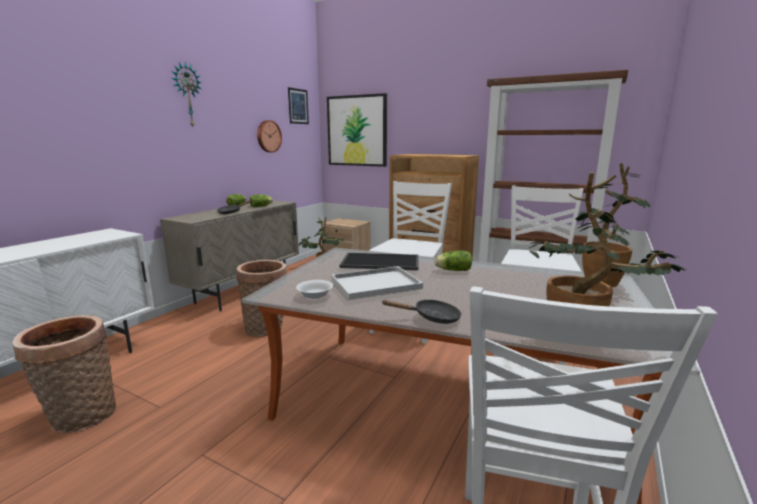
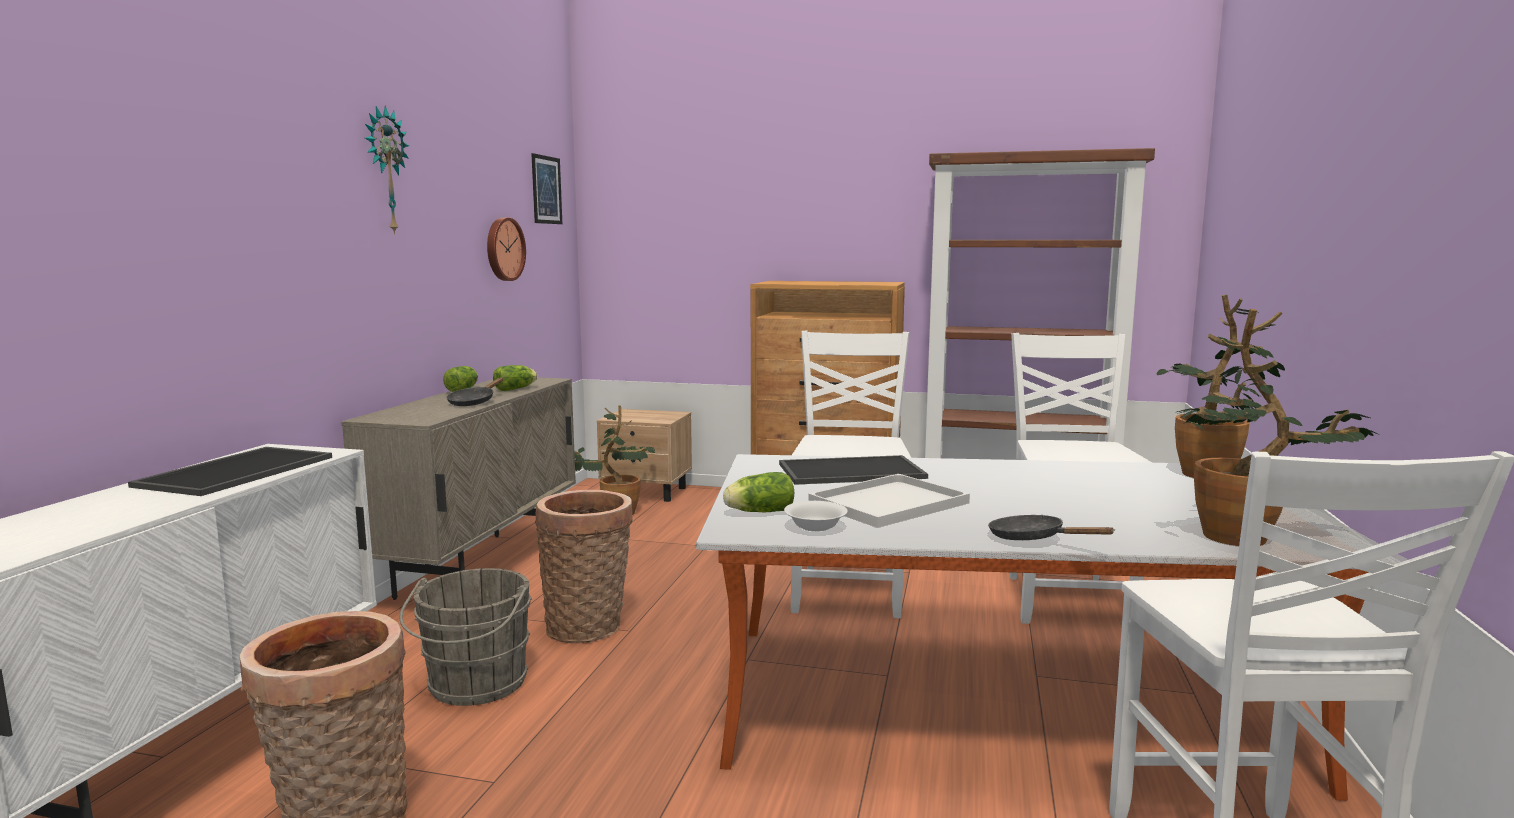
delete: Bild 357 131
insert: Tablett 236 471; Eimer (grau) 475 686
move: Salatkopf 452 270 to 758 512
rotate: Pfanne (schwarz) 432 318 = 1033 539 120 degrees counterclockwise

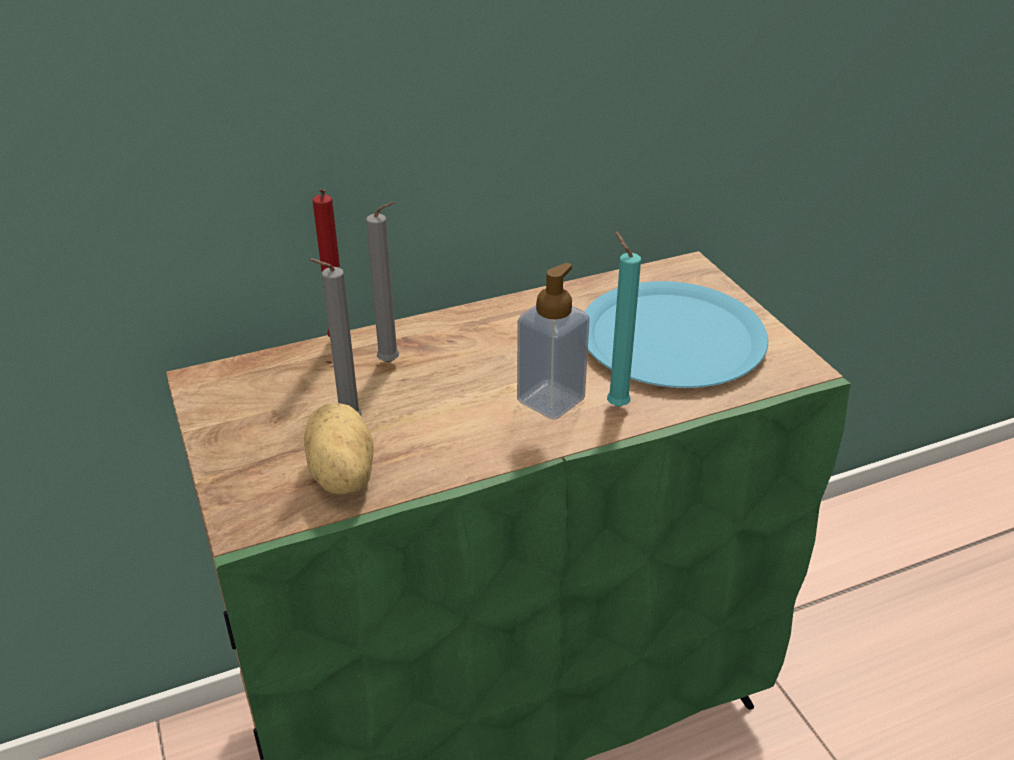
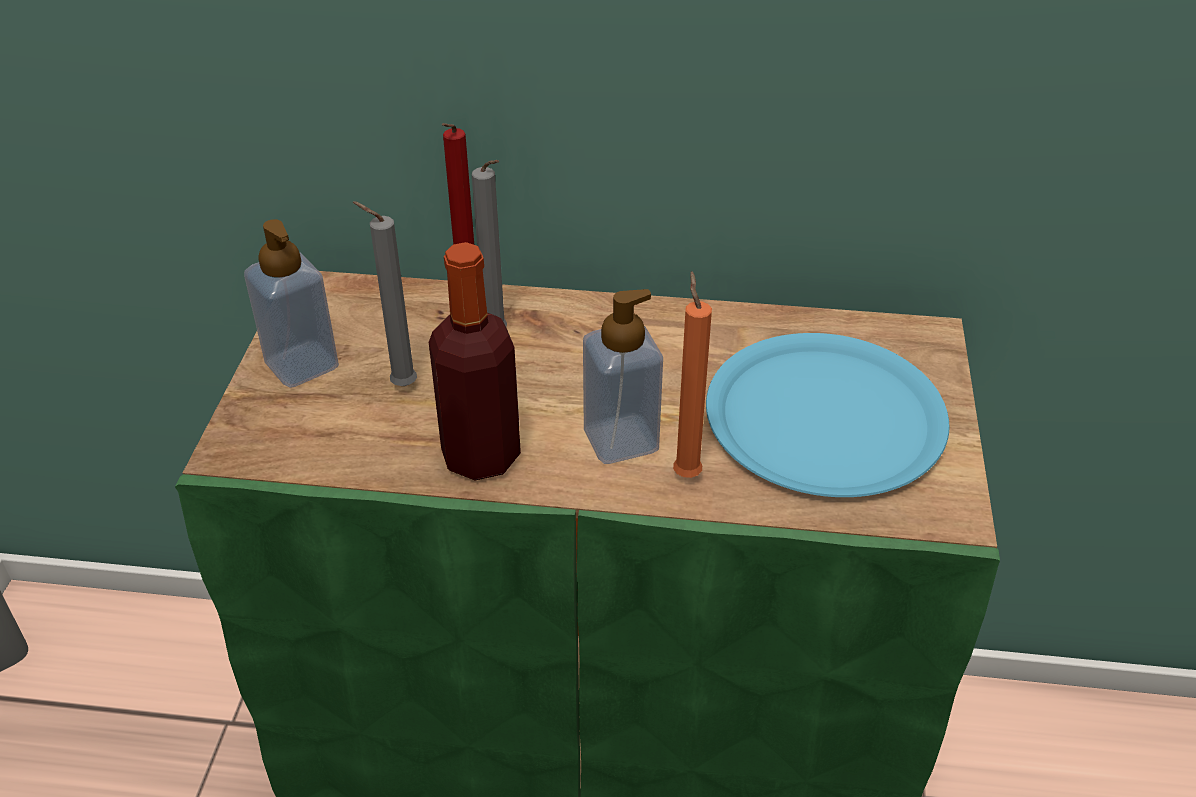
delete: Kartoffel 339 476
insert: Seifenspender 302 365; Flasche 481 456
recolor: Kerze (türkis) 615 404 to Kerze (orange) 686 472

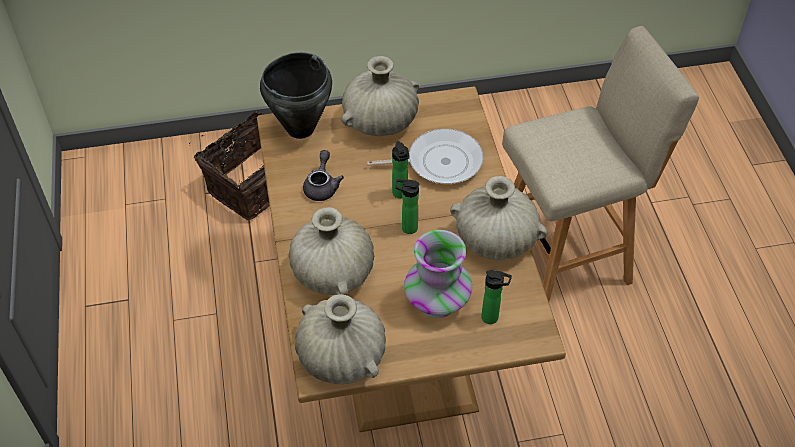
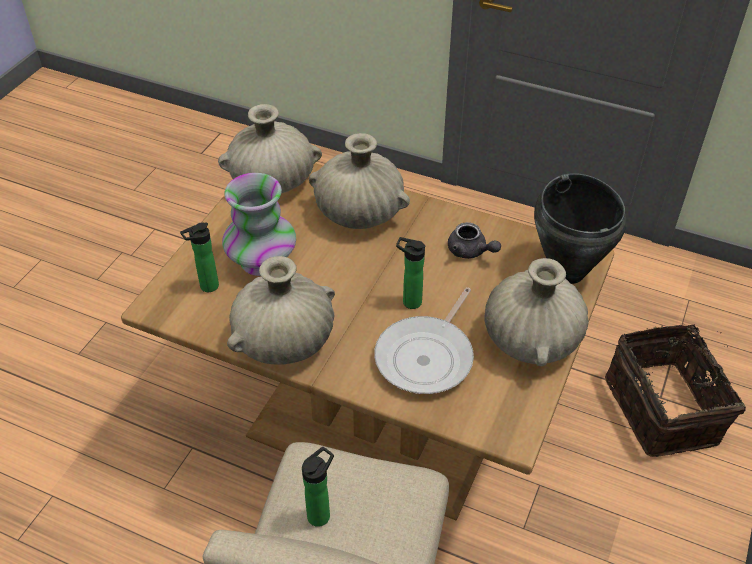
move: Flasche 407 227 to 321 514

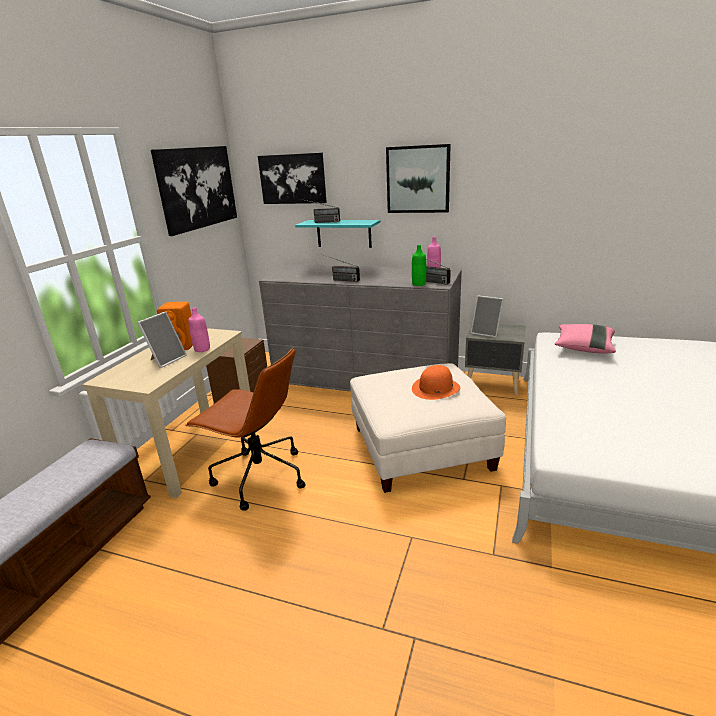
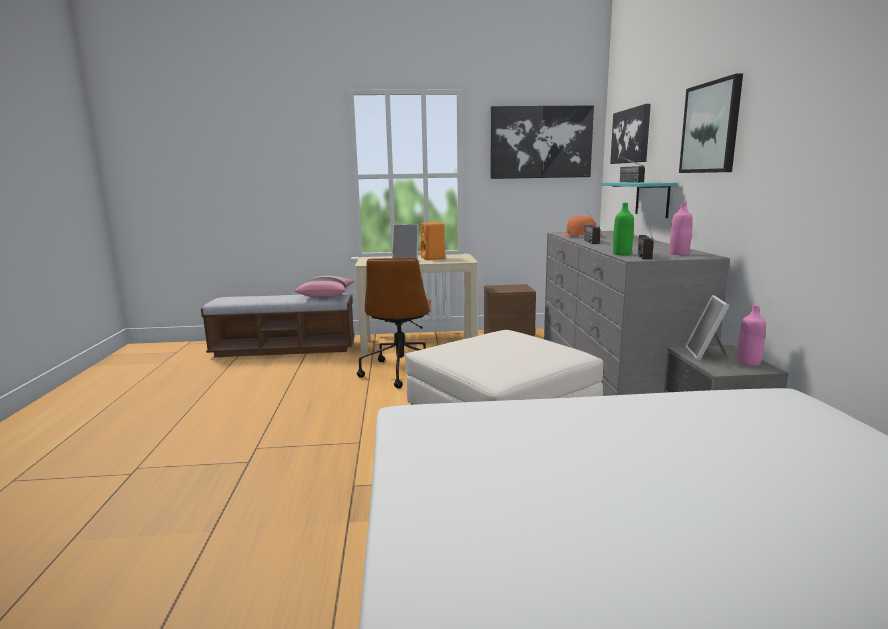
move: Flasche (rosa) 202 349 to 748 363; Hut (orange) 435 388 to 580 235; Kissen (rosa) 583 348 to 326 296

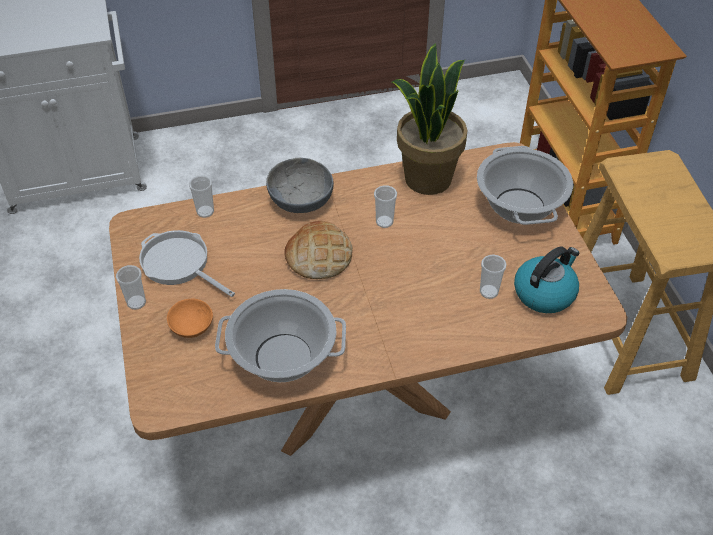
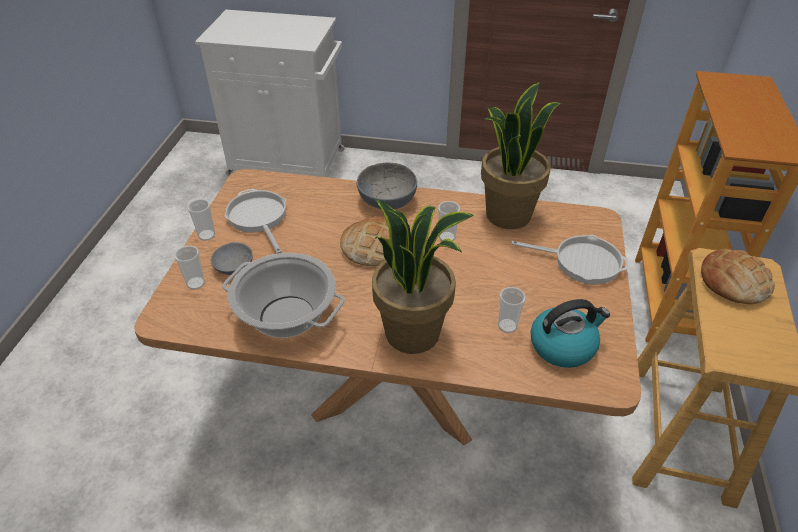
insert: Topfpflanze 413 332; Brot 734 282
move: Tasse 205 212 to 195 283
replace: Kochtopf 519 206 to Pfanne 582 262
recolor: Schüssel (orange) 190 325 to Schüssel (grau) 232 265

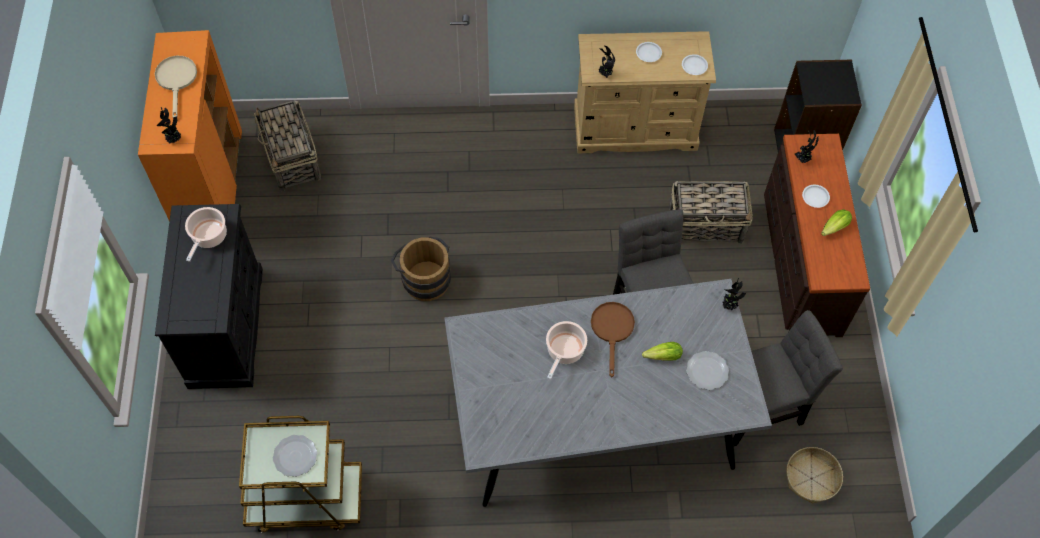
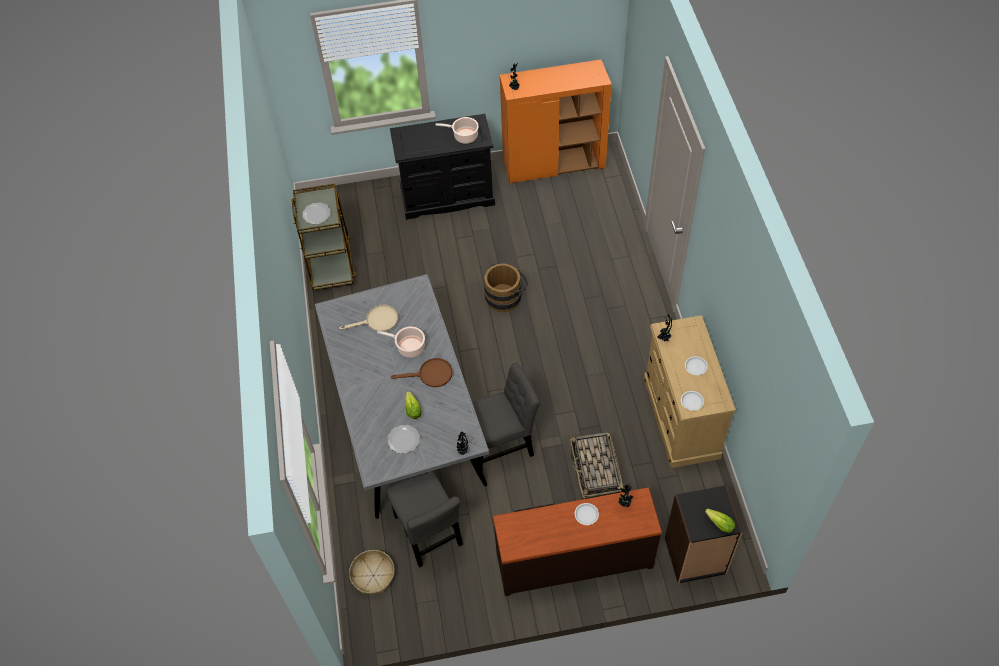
delete: Korb 292 159
move: Pfanne (beige) 177 80 to 377 321; Salatkopf 833 228 to 718 523

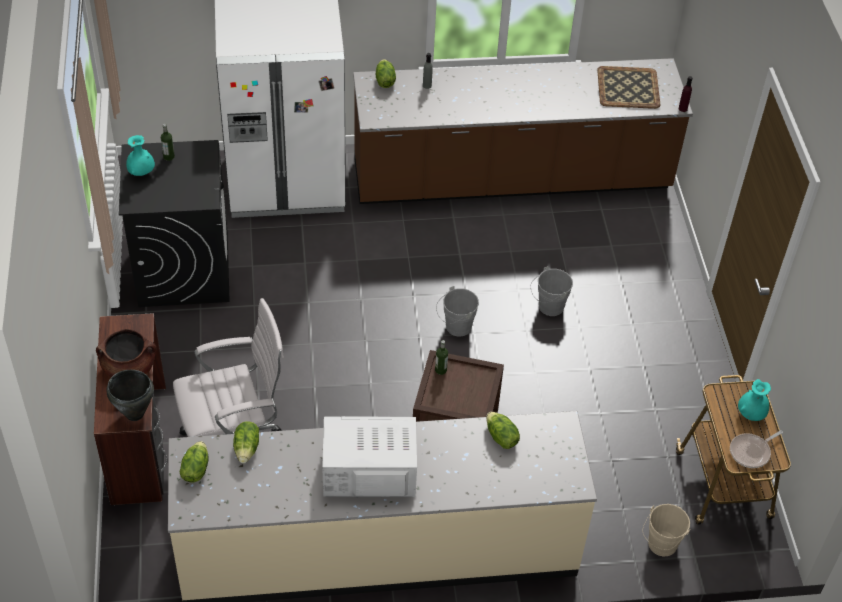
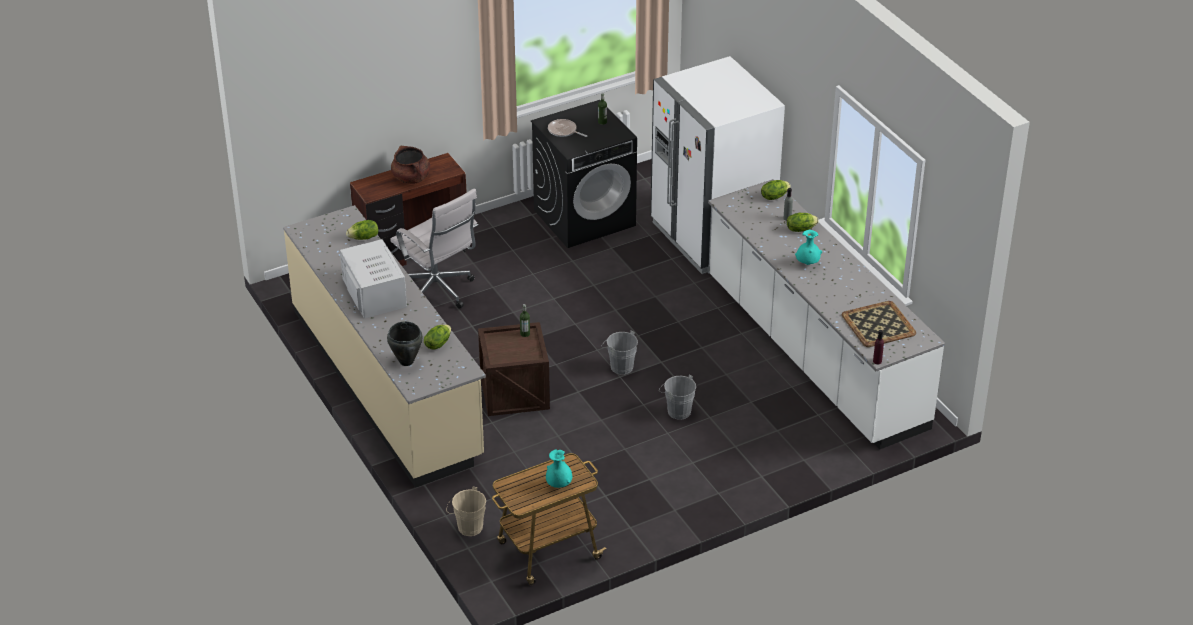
move: Kochtopf (schwarz) 135 414 to 406 361; Vase (türkis) 141 173 to 807 263; Salatkopf 195 469 to 800 229; Pfanne 751 452 to 563 131
recolor: Küchenzeile (braun) 511 179 to Küchenzeile (weiß) 814 353

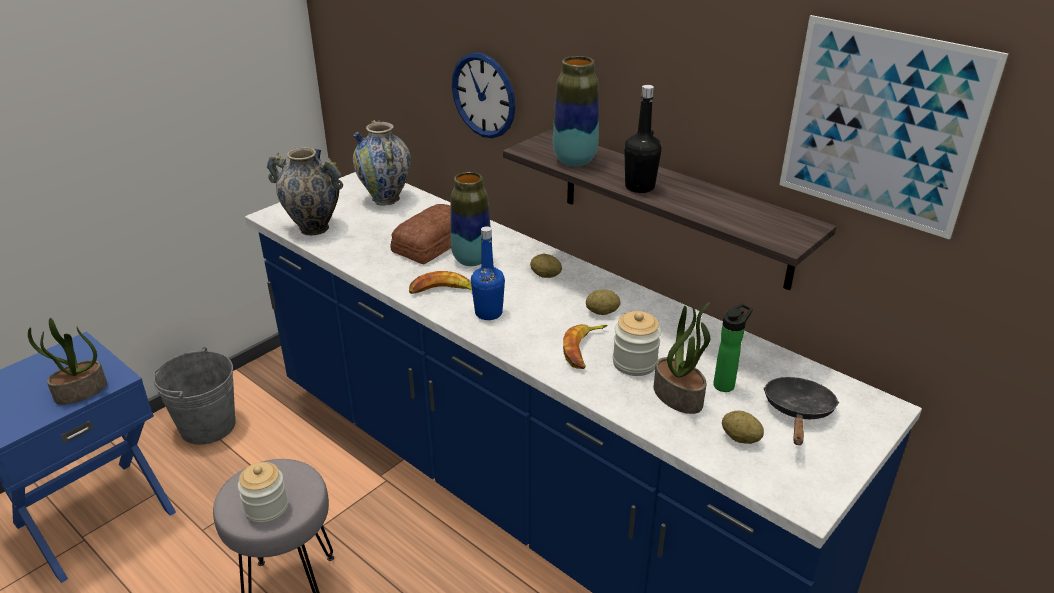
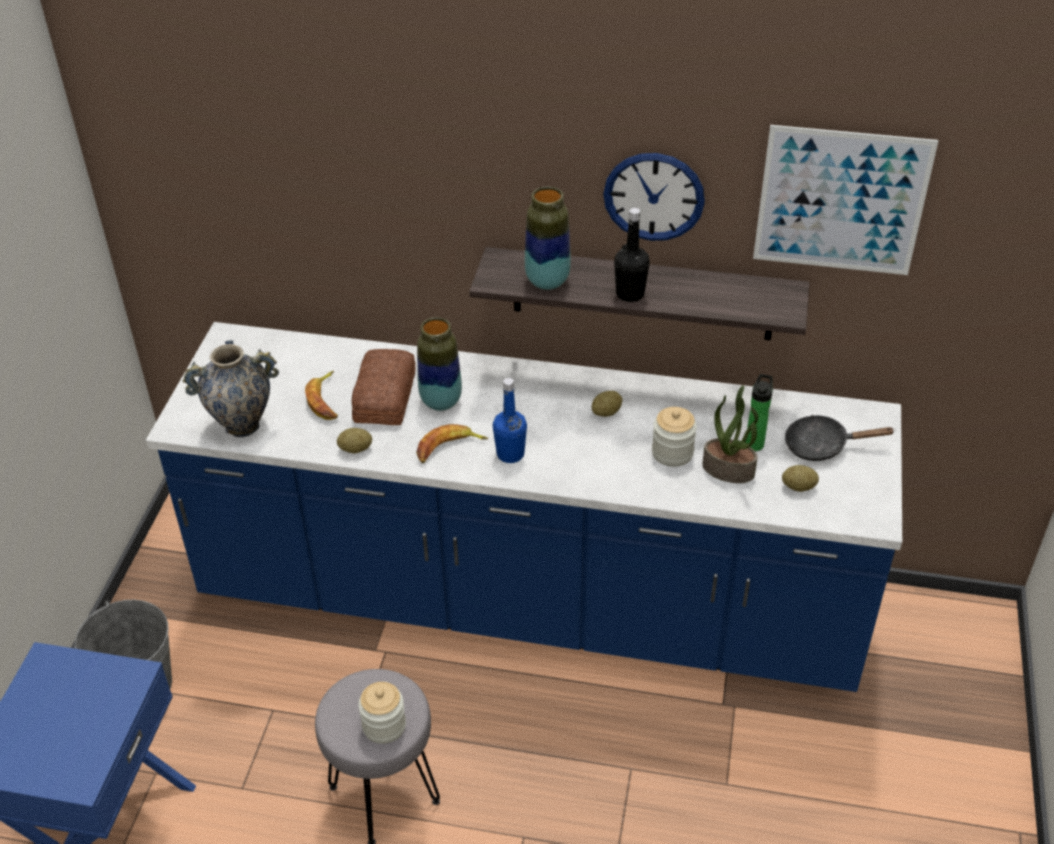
delete: Topfpflanze 80 392; Vase 386 199
move: Wanduhr 483 95 to 654 196; Kartoffel 545 276 to 355 449; Banane 584 349 to 325 400
rotate: Pfanne (schwarz) 798 412 = 822 445 75 degrees counterclockwise

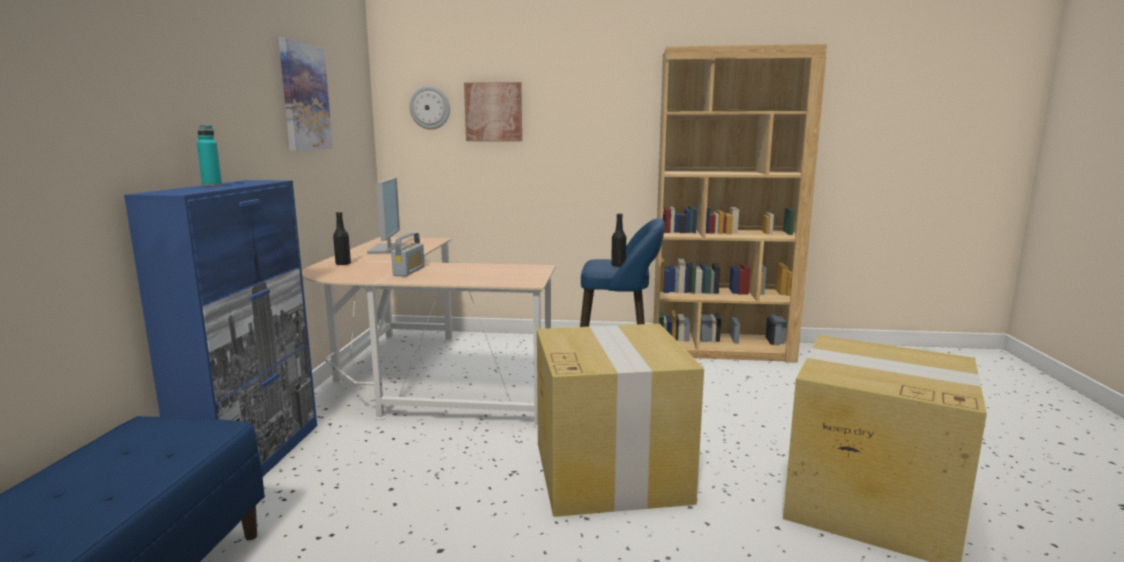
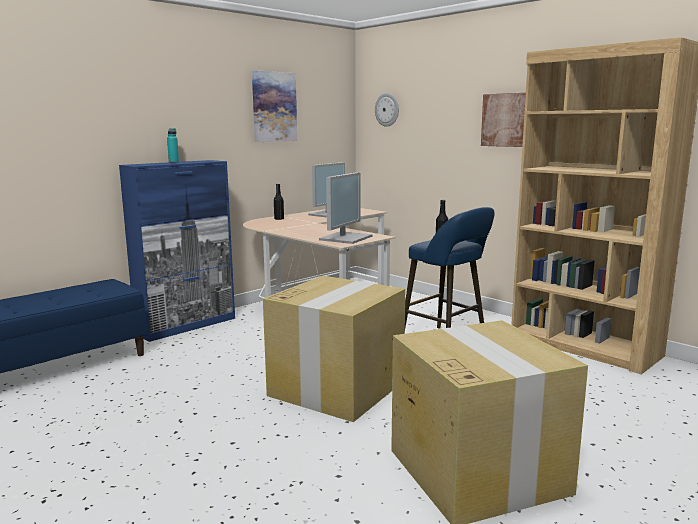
delete: Radio 409 271
insert: Monitor 345 238
move: Bild 493 112 to 506 120

